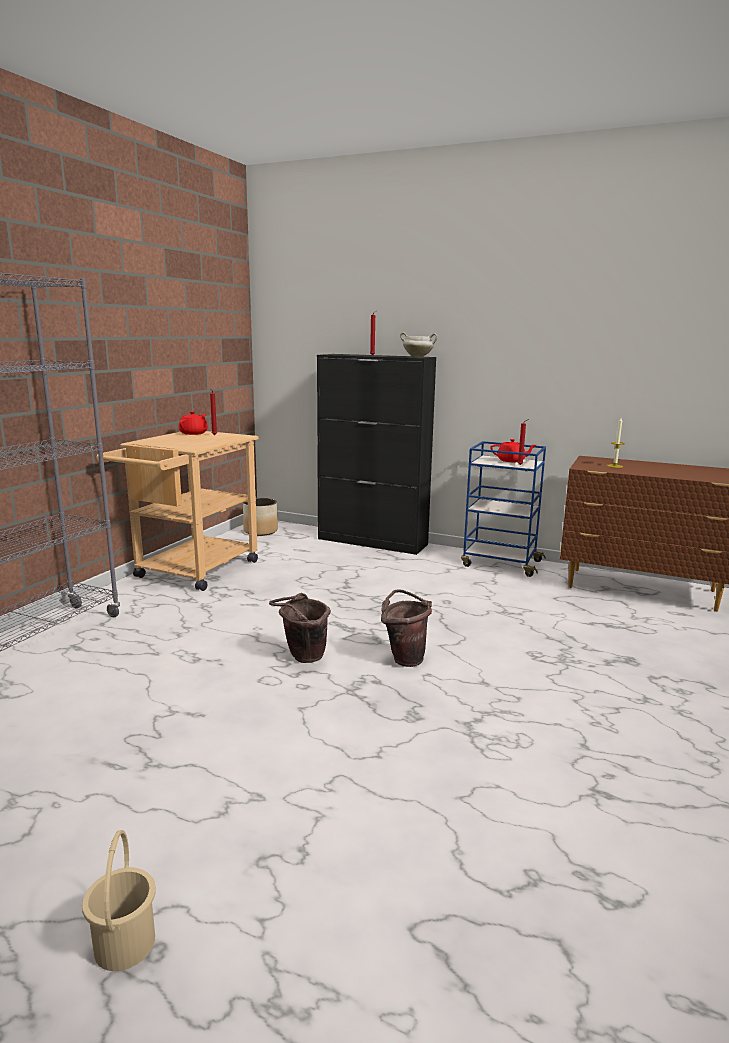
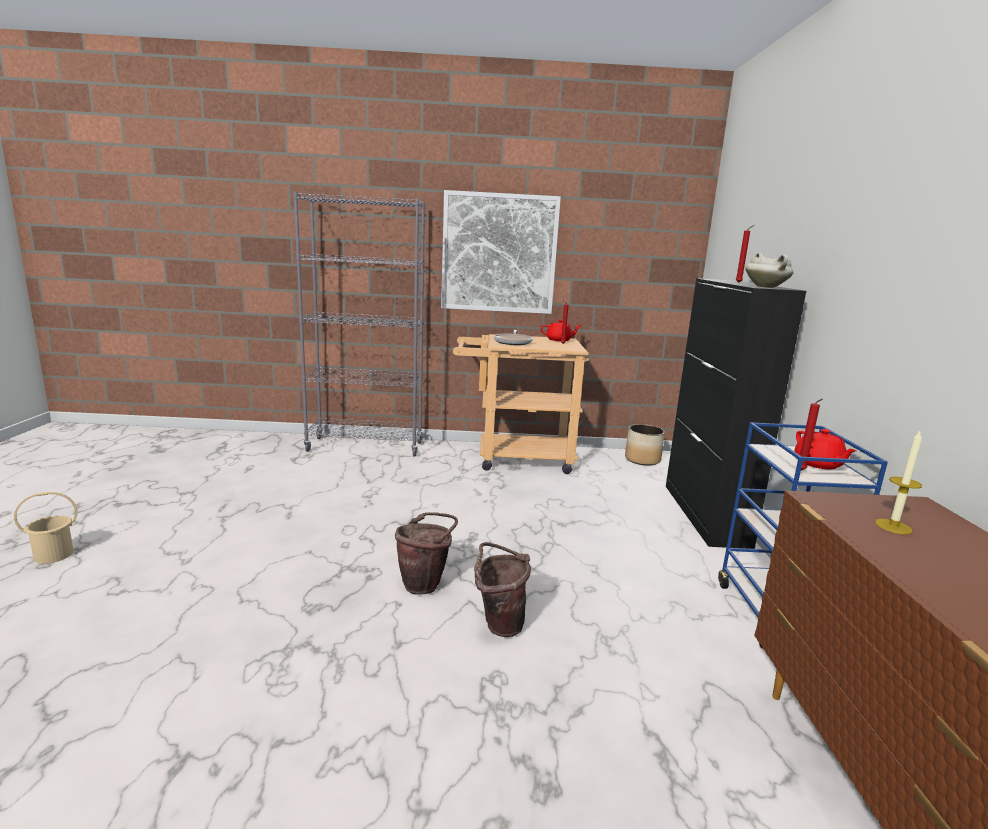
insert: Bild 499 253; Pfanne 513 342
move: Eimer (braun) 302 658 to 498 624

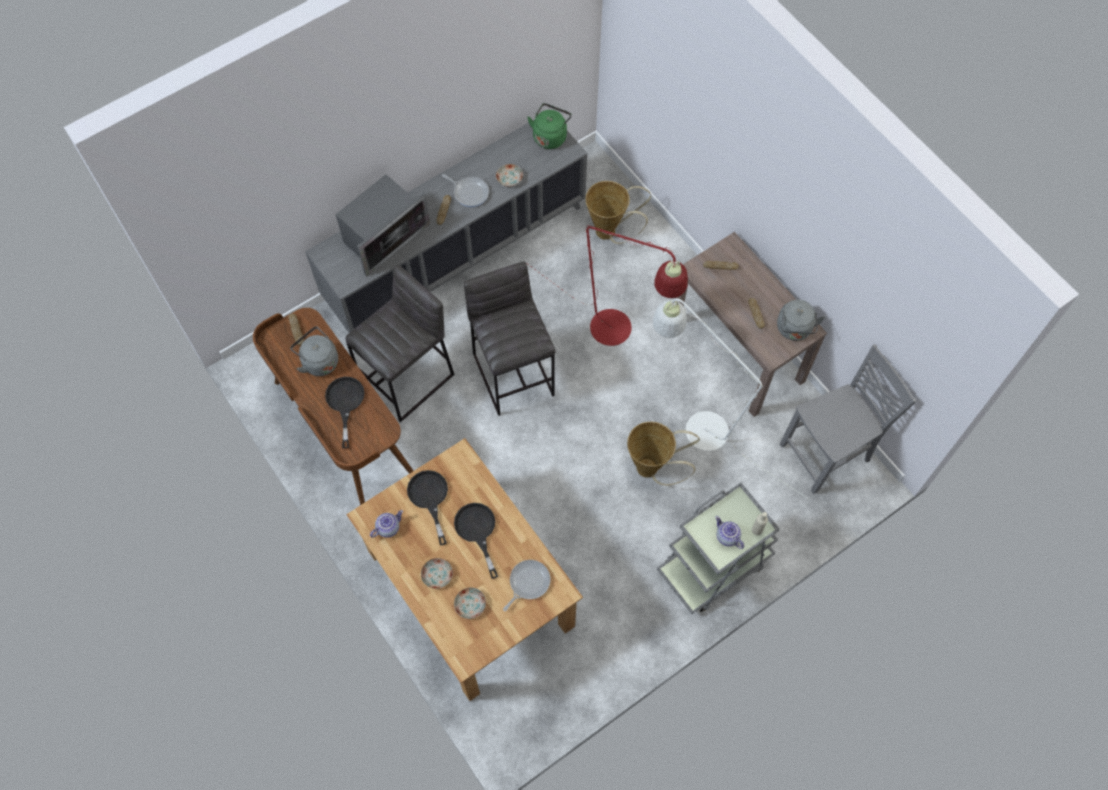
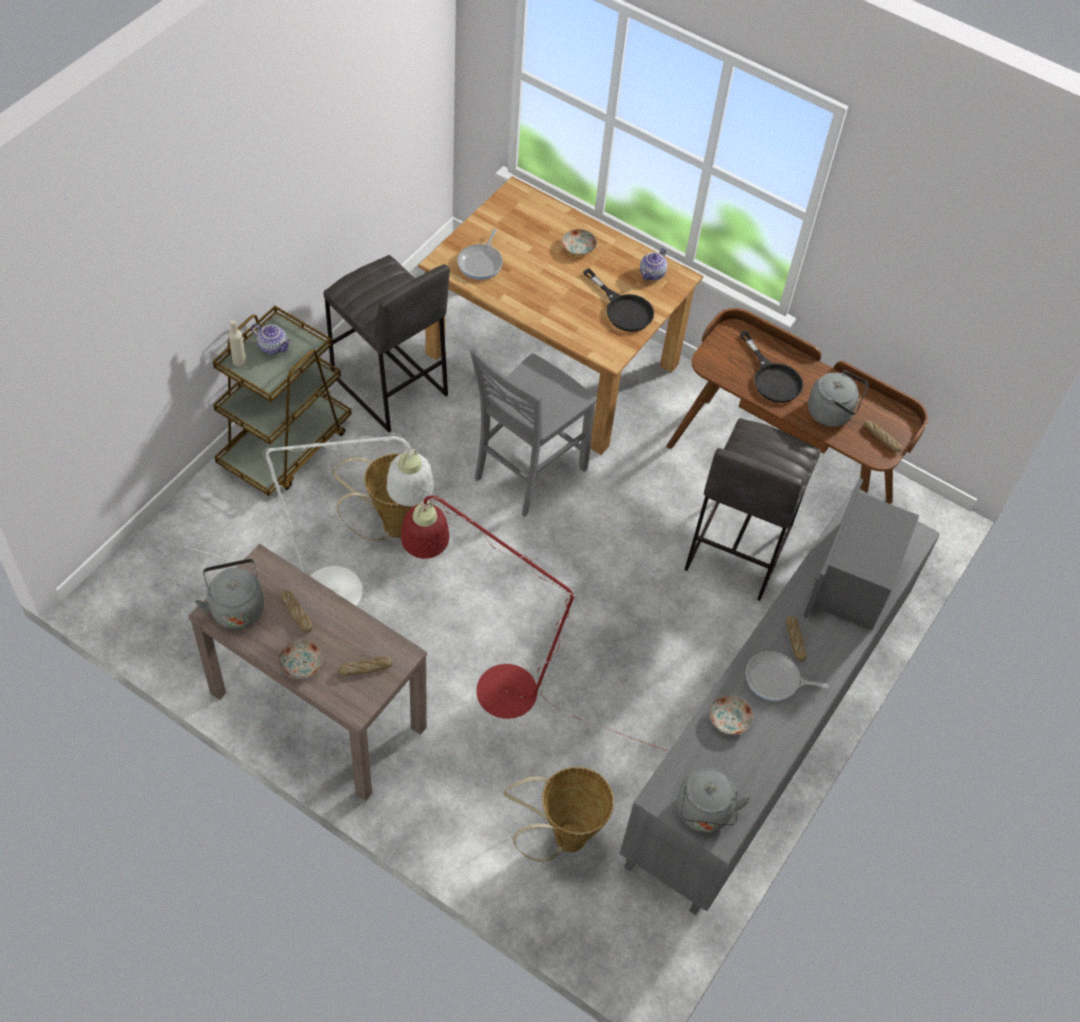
delete: Pfanne (schwarz) 477 531
move: Teller 470 605 to 301 663; Hocker (grau) 514 373 to 389 386; Stuhl (grau) 827 454 to 527 473
recolor: Wasserkessel (grün) 550 136 to Wasserkessel (grau) 704 814; Rollwagen (grau) 713 566 to Rollwagen (braun) 286 446

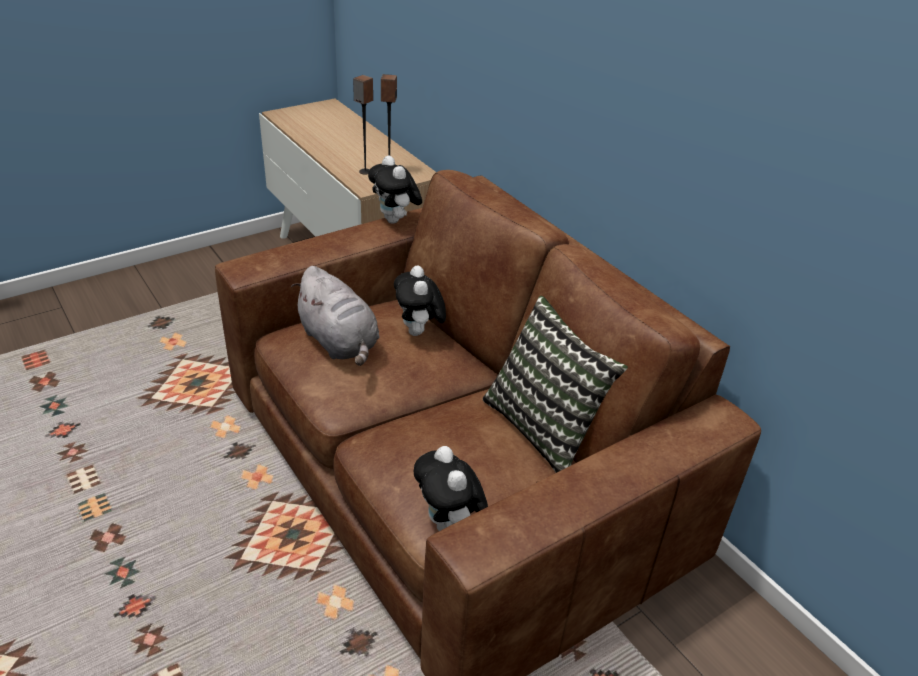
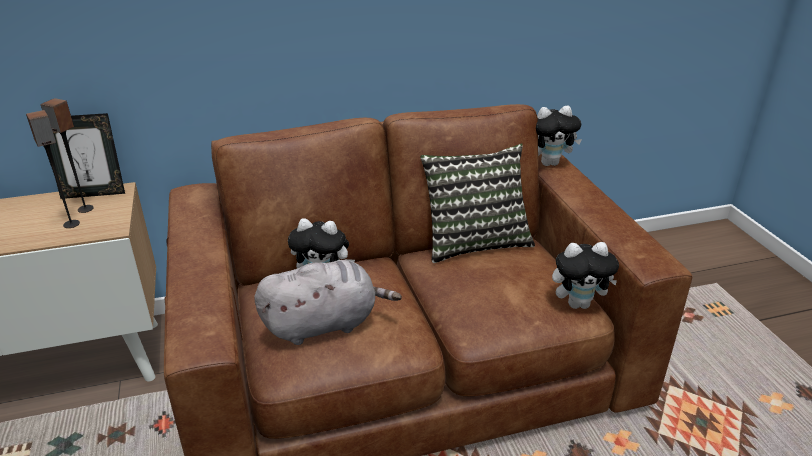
insert: Bilderrahmen 94 193
move: Plüschtier 395 221 to 550 163

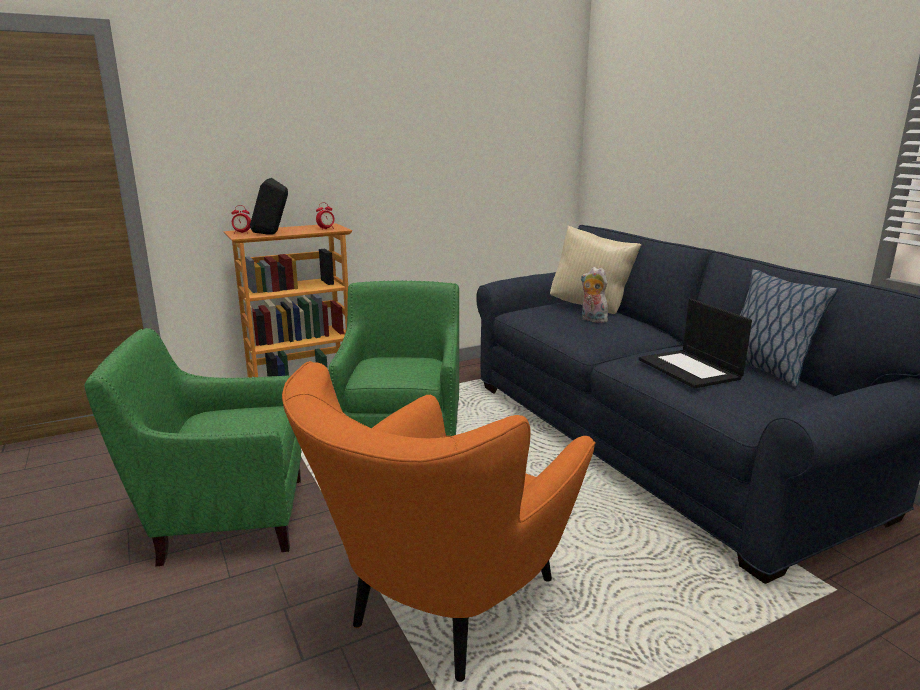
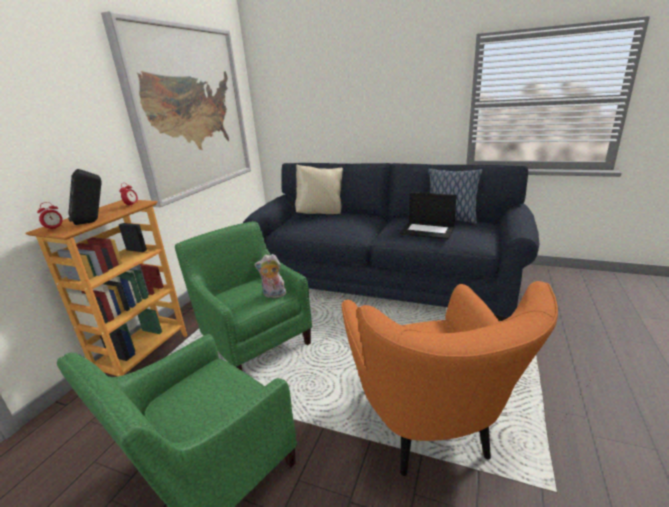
insert: Bild 190 111
move: Plüschtier 592 320 to 273 295

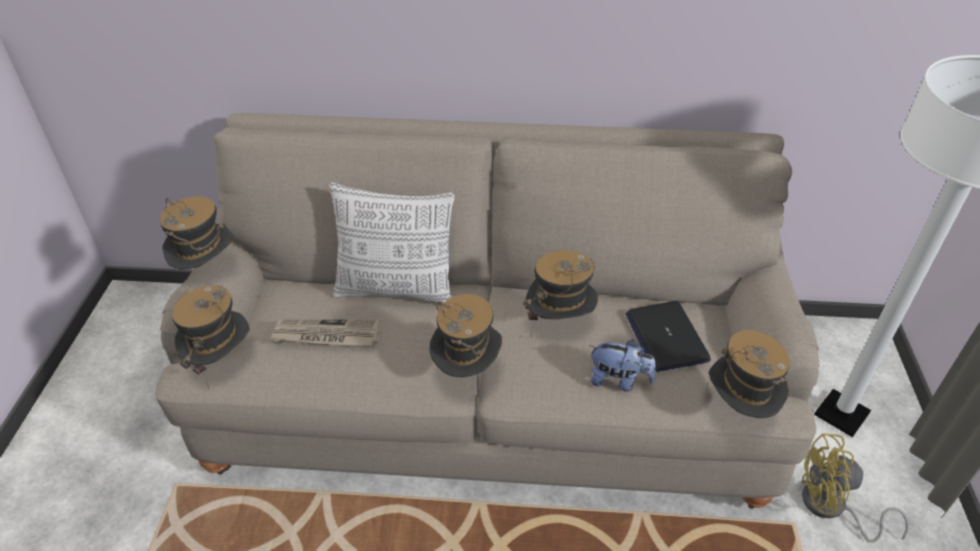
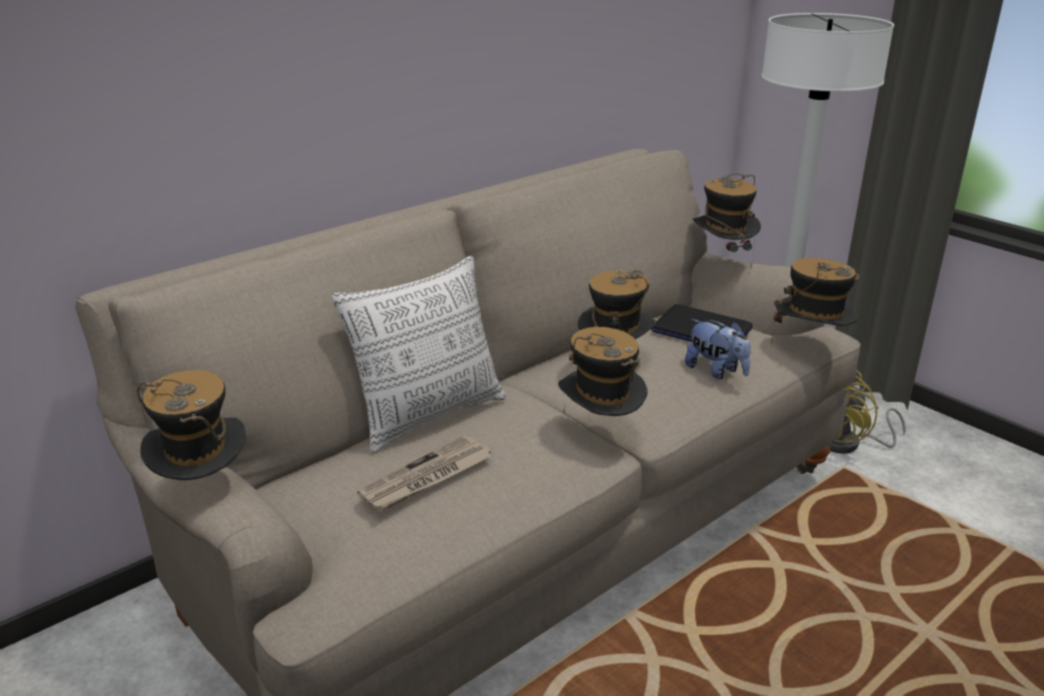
move: Hut 221 362 to 722 259
rotate: Plüschtier 619 380 = 716 371 75 degrees clockwise

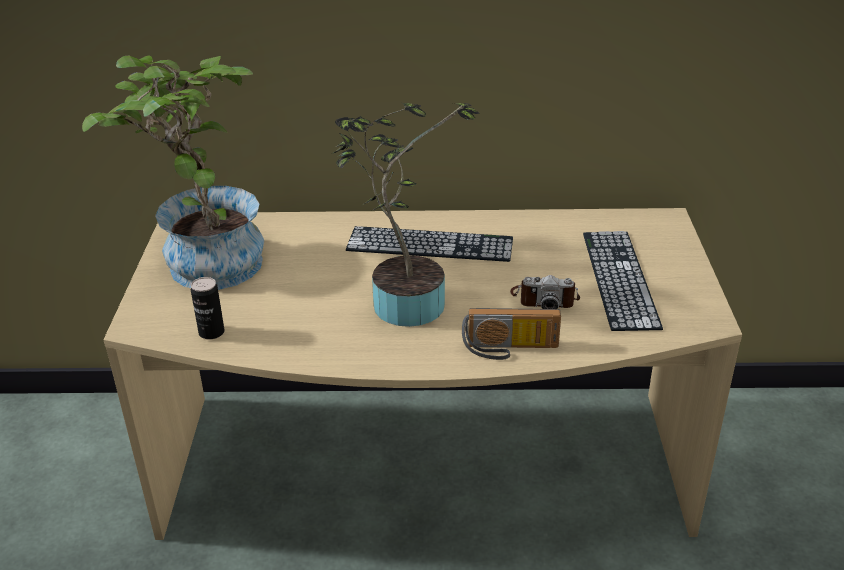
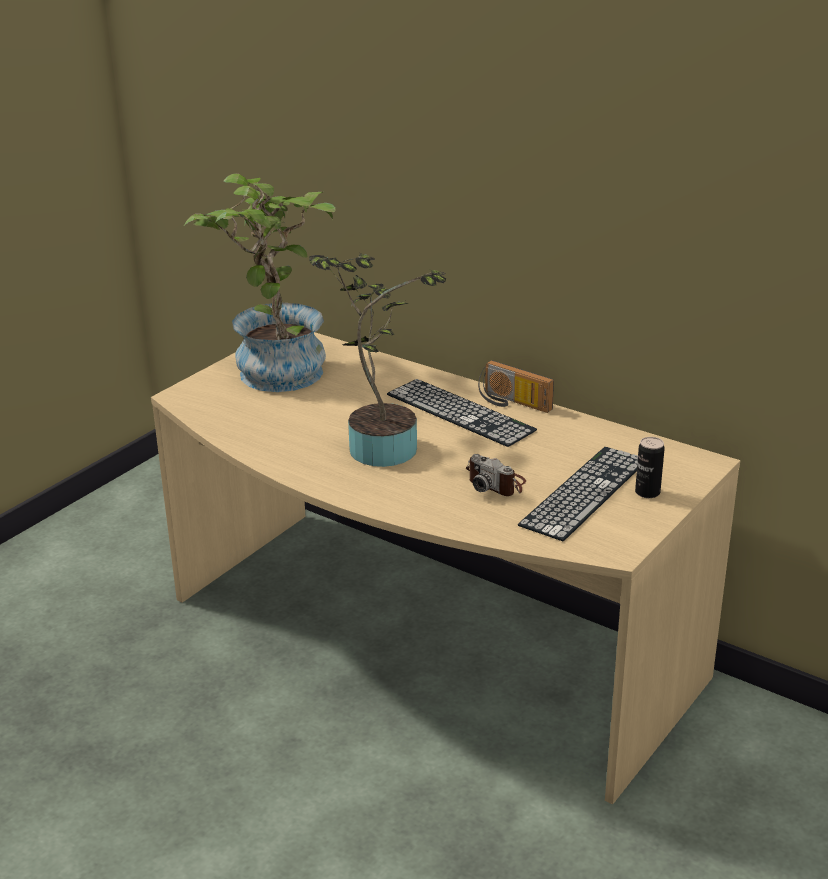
move: Dose 211 332 to 647 492; Radio 510 349 to 512 403

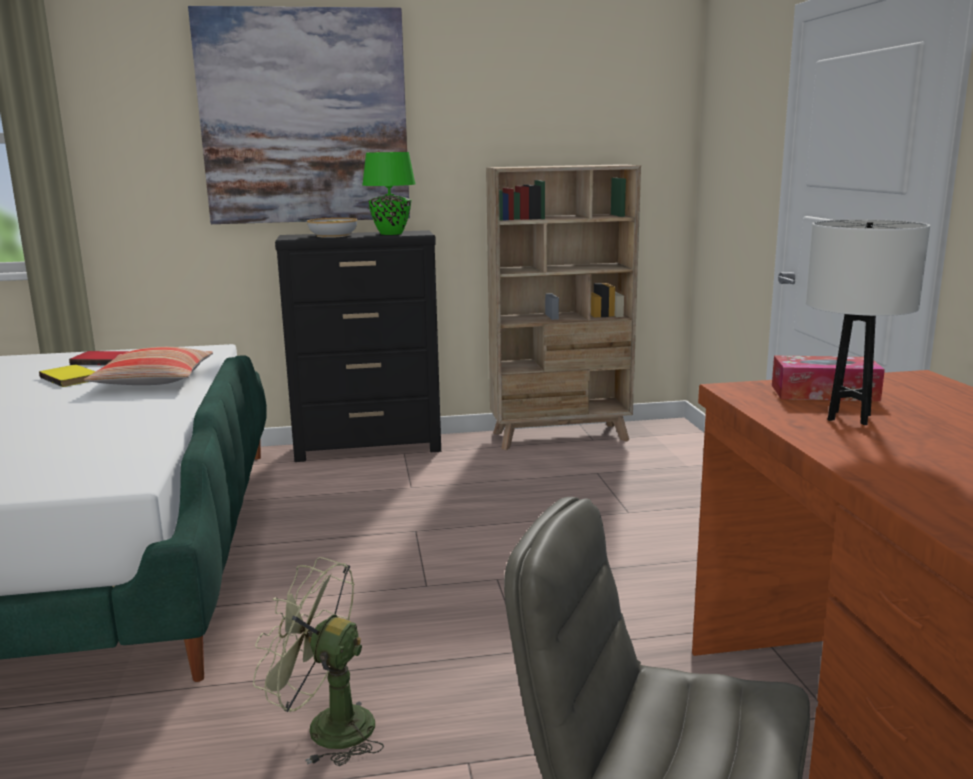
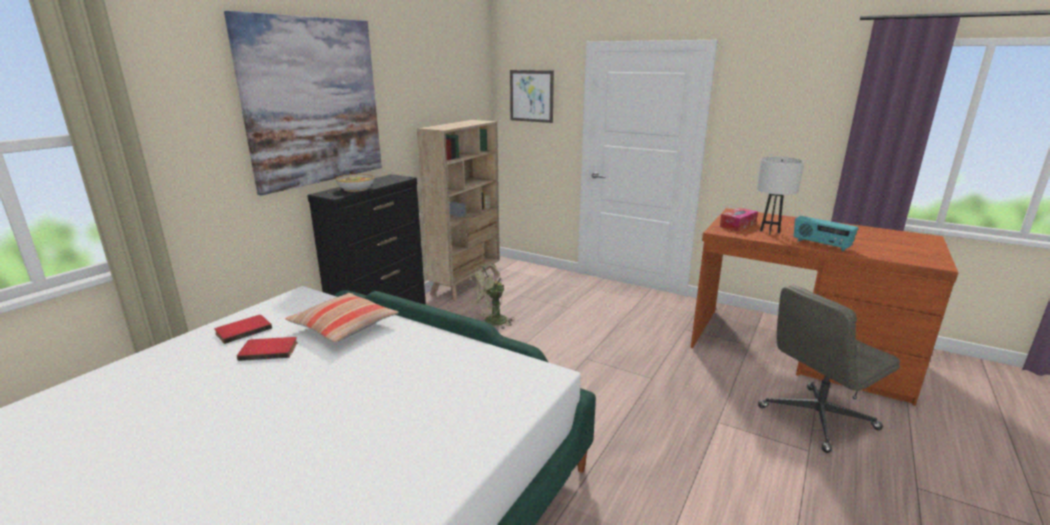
delete: Tischlampe (grün) 391 233
insert: Bild 531 96; Radio 821 245
move: Ventilator (grün) 326 727 to 491 322
recolor: Buch (gelb) 72 378 to Buch (rot) 269 350

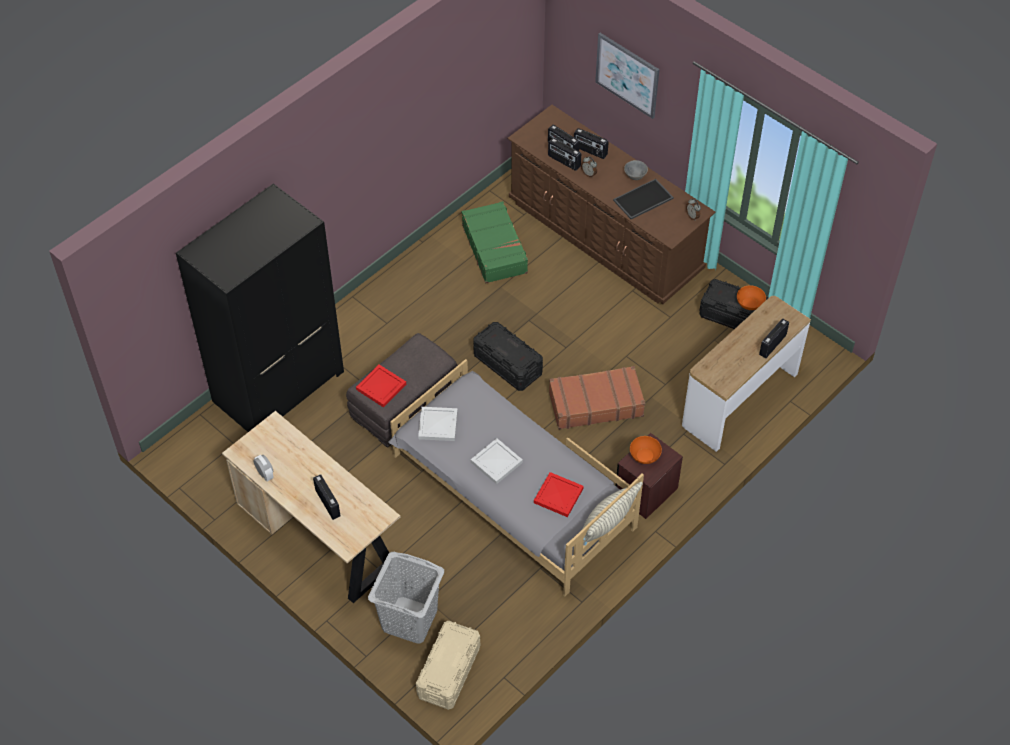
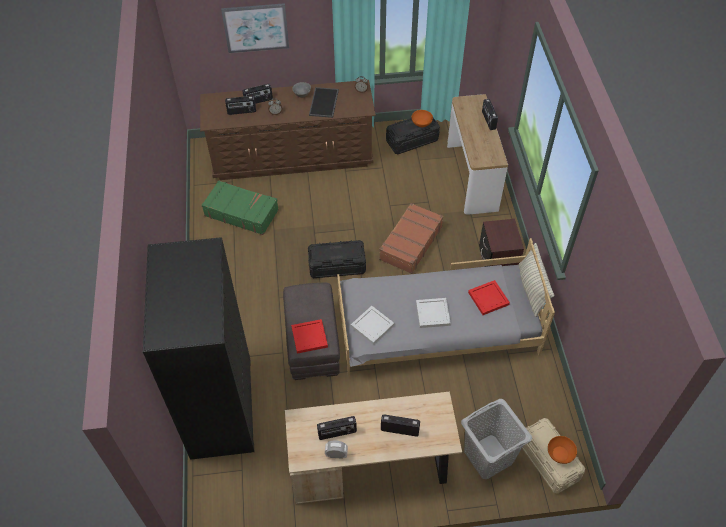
move: Radio 564 161 to 337 433; Schüssel (orange) 644 455 to 560 453

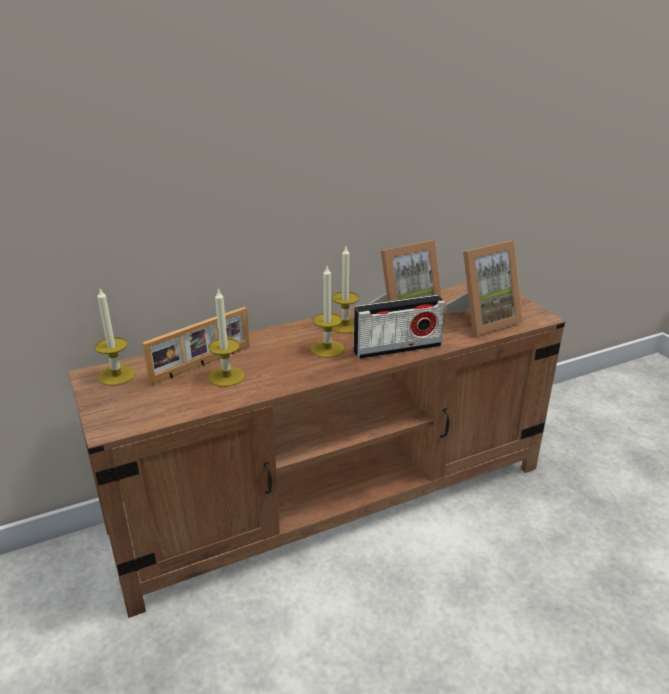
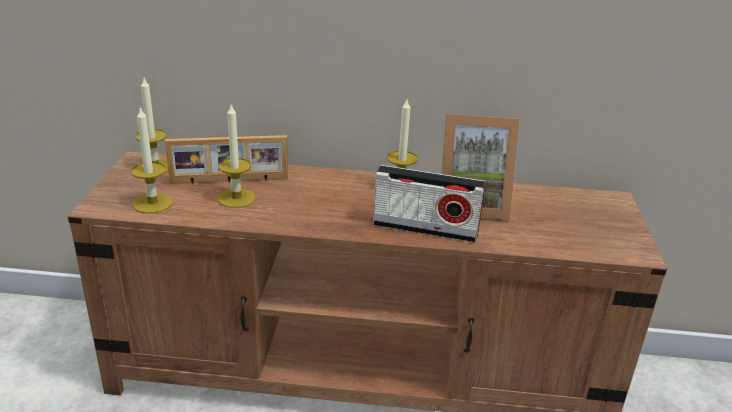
delete: Bilderrahmen 483 320
move: Kerze 327 349 to 152 203

